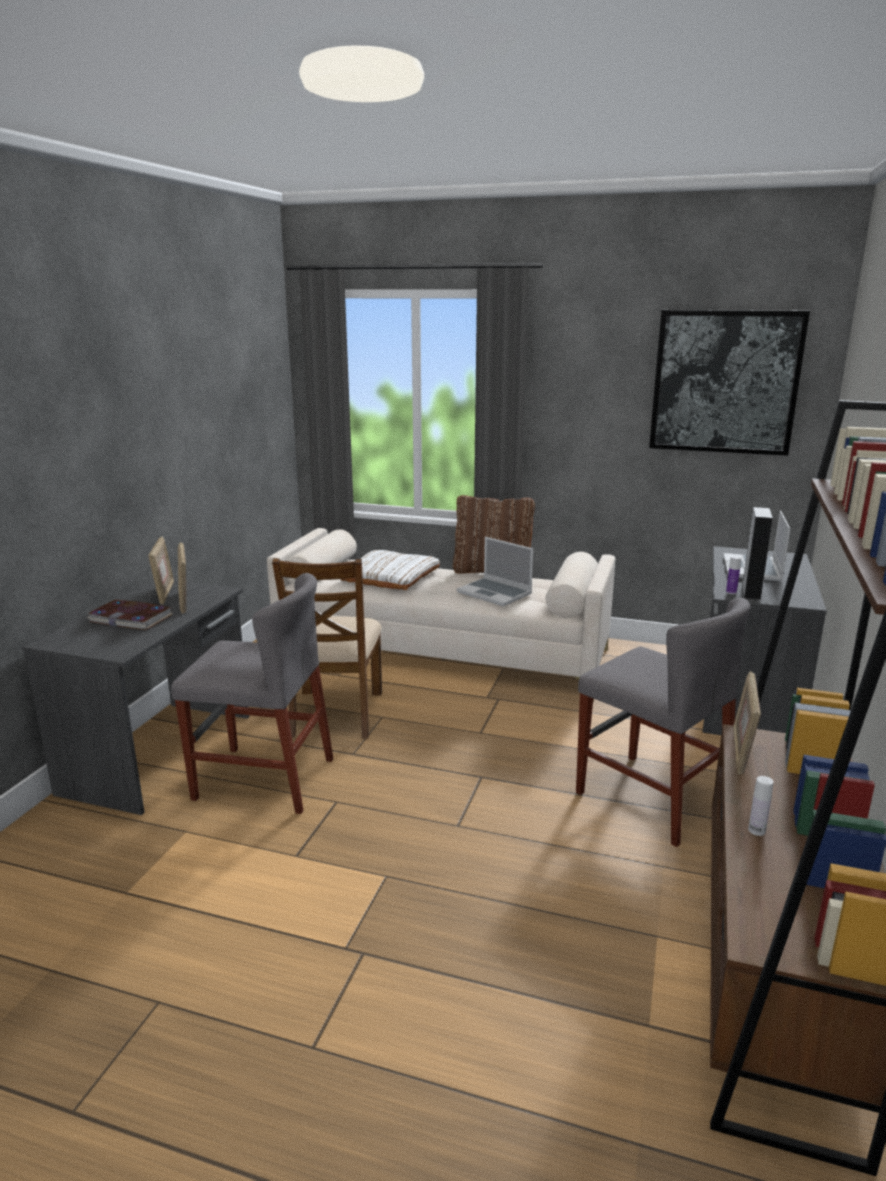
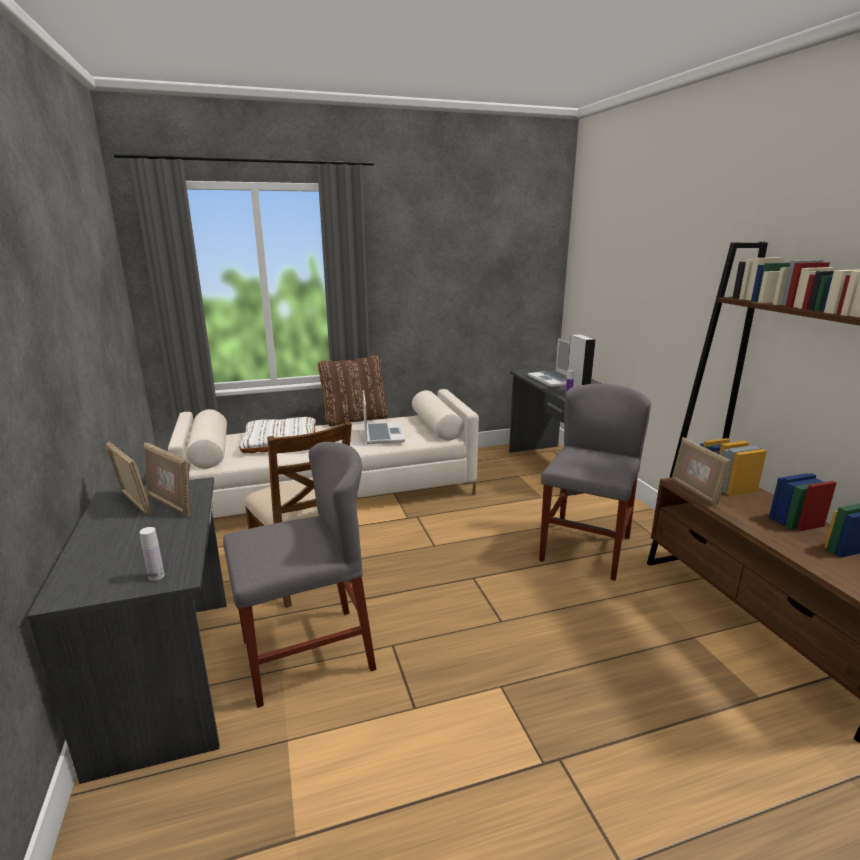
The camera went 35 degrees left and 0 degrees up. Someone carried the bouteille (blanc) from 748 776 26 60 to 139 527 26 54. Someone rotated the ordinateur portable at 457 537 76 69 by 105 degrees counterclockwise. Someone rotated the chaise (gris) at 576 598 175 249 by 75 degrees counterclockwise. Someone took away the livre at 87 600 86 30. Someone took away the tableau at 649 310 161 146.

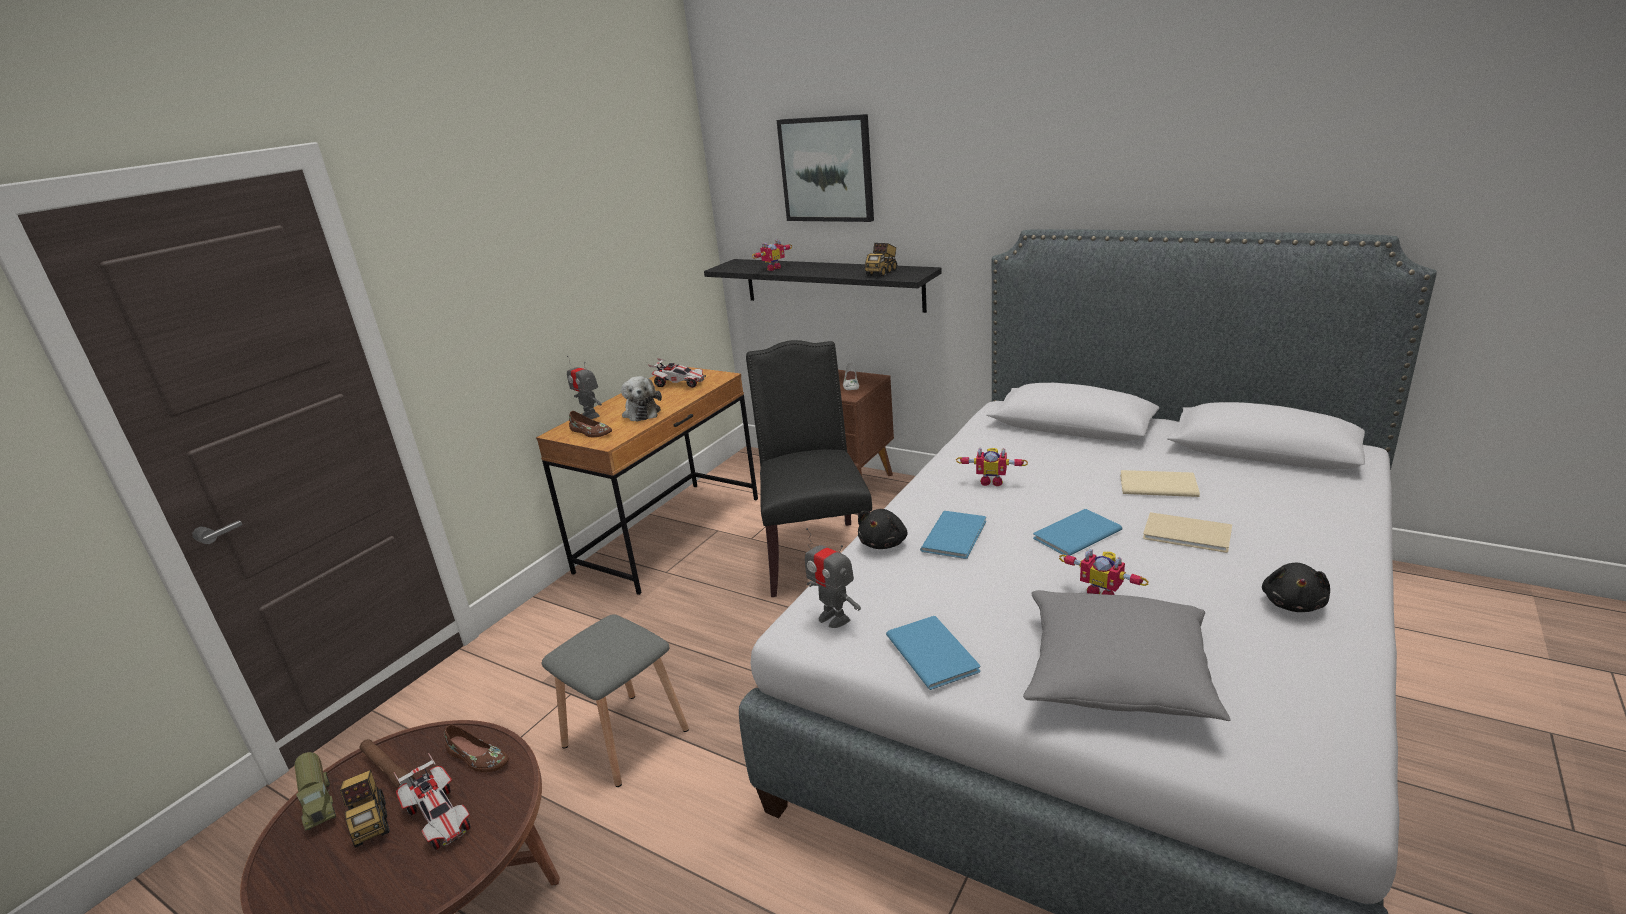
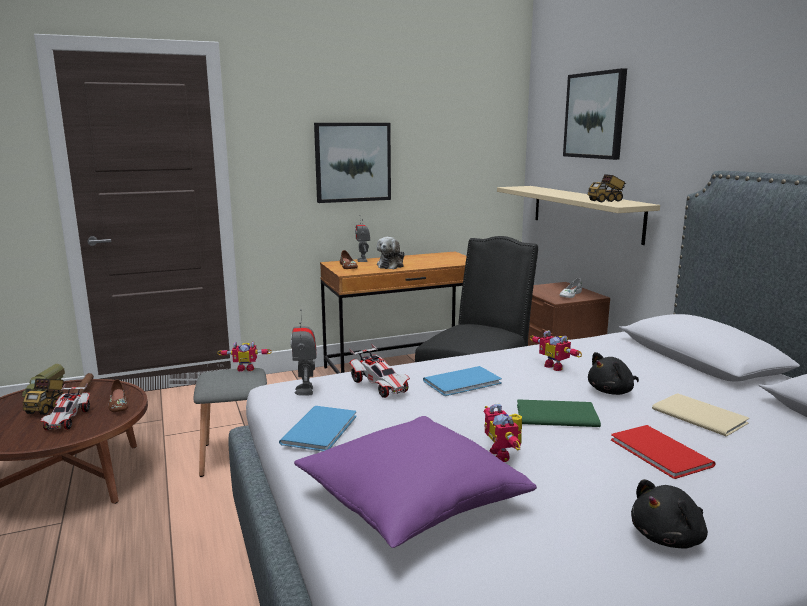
The camera went 35 degrees right and 10 degrees down. Someone carried the robot jouet from 752 239 40 32 to 217 342 55 29. Someone repainted the coussin (gris) at 1023 590 208 131, which became the coussin (violet) at 294 416 243 132. Someone put up the tableau at 314 123 77 80. Someone carried the petite voiture from 649 358 57 30 to 349 344 61 54. Someone repainted the étagère (noir) at 704 259 238 54, which became the étagère (beige) at 497 186 163 59. Someone repainted the livre (bleu) at 1033 509 90 47, which became the livre (vert) at 517 399 84 28. Someone carried the peluche (noir) from 858 509 50 40 to 588 352 51 43. Someone repainted the livre (beige) at 1143 512 89 41, which became the livre (rouge) at 611 425 105 54.

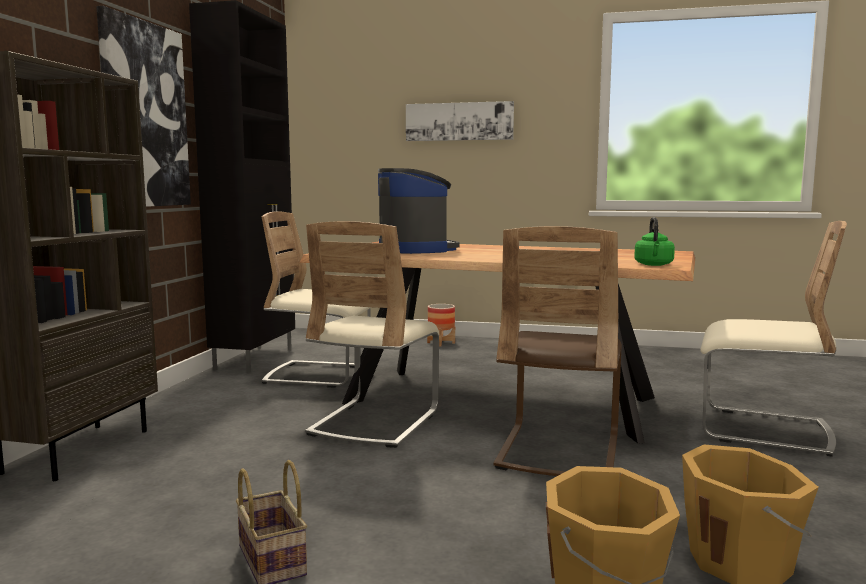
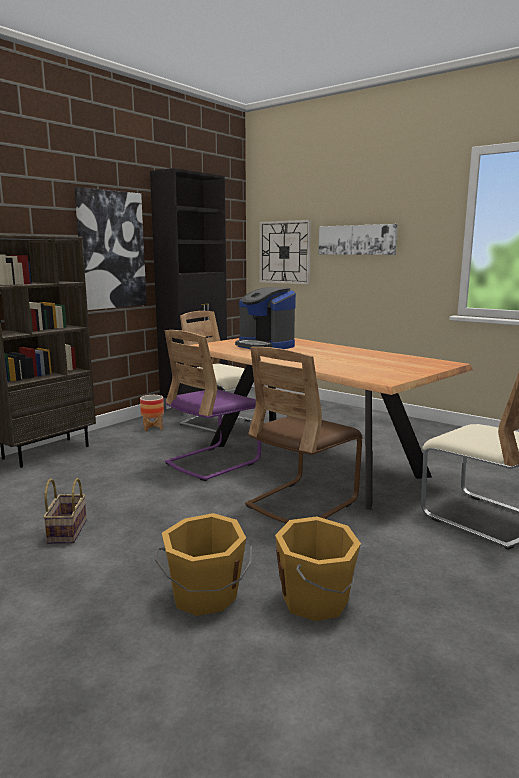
The camera went 25 degrees right and 5 degrees up. Someone carried the cache-pot from 427 304 28 42 to 140 395 24 36. Someone repainted the chaise (beige) at 305 221 134 227, which became the chaise (violet) at 165 330 96 151. Someone rotated the machine à café at 378 168 82 86 by 135 degrees clockwise. Someone put up the horloge murale at 260 220 51 64. Someone took away the bouilloire (vert) at 634 217 41 49.

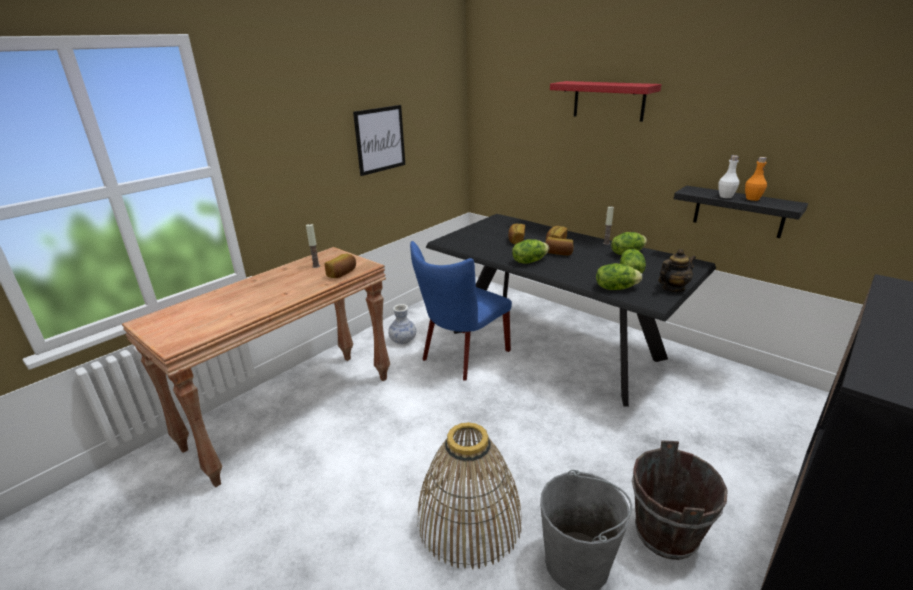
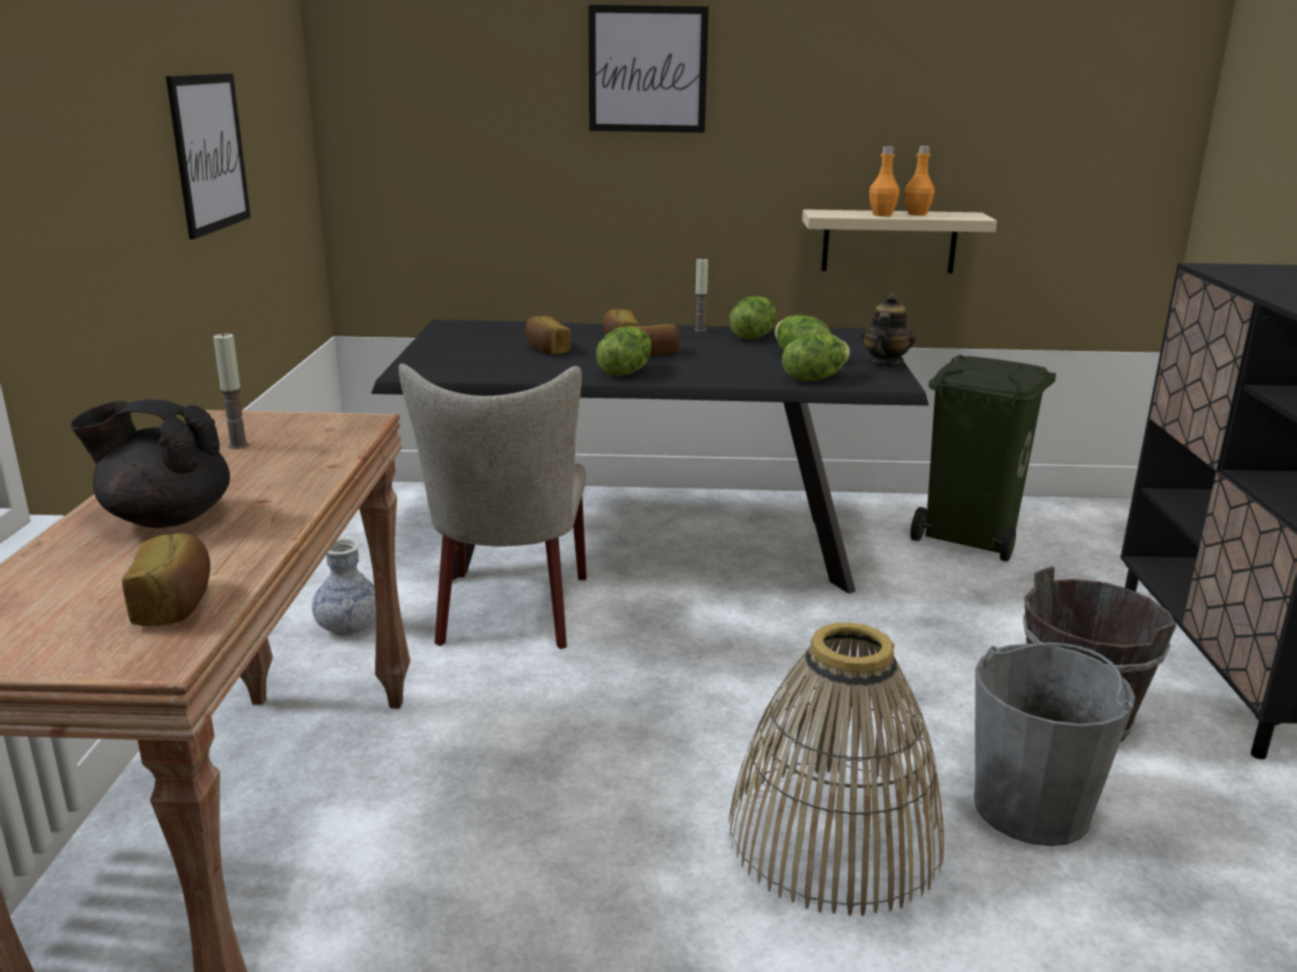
The camera went 40 degrees left and 5 degrees down. Someone put down the théière (noir) at 70 399 160 129. Someone carried the pain from 324 253 32 25 to 122 533 88 93. Someone repainted the chaise (bleu) at 410 241 102 140, which became the chaise (beige) at 399 364 188 285. Someone swapped the étagère (rouge) at 550 81 111 41 for the tableau at 588 5 121 128. Someone repainted the étagère (noir) at 674 185 134 53, which became the étagère (beige) at 802 210 195 63. Someone repainted the bouteille (blanc) at 718 155 21 43, which became the bouteille (orange) at 869 146 31 70. Someone put down the poubelle (vert) at 910 355 146 207.

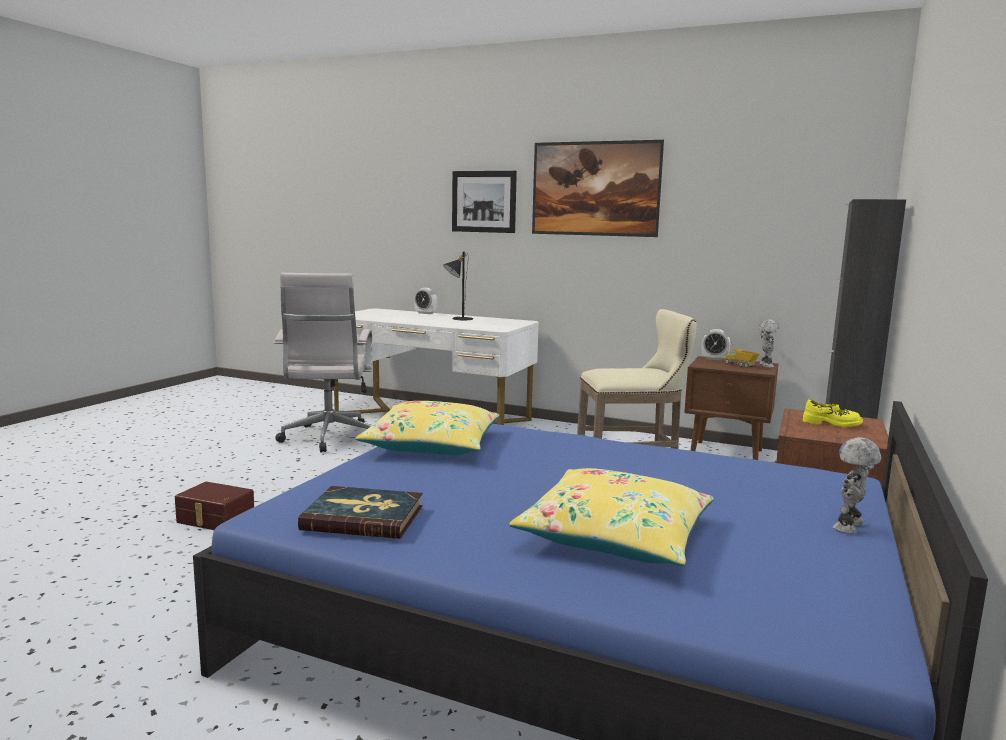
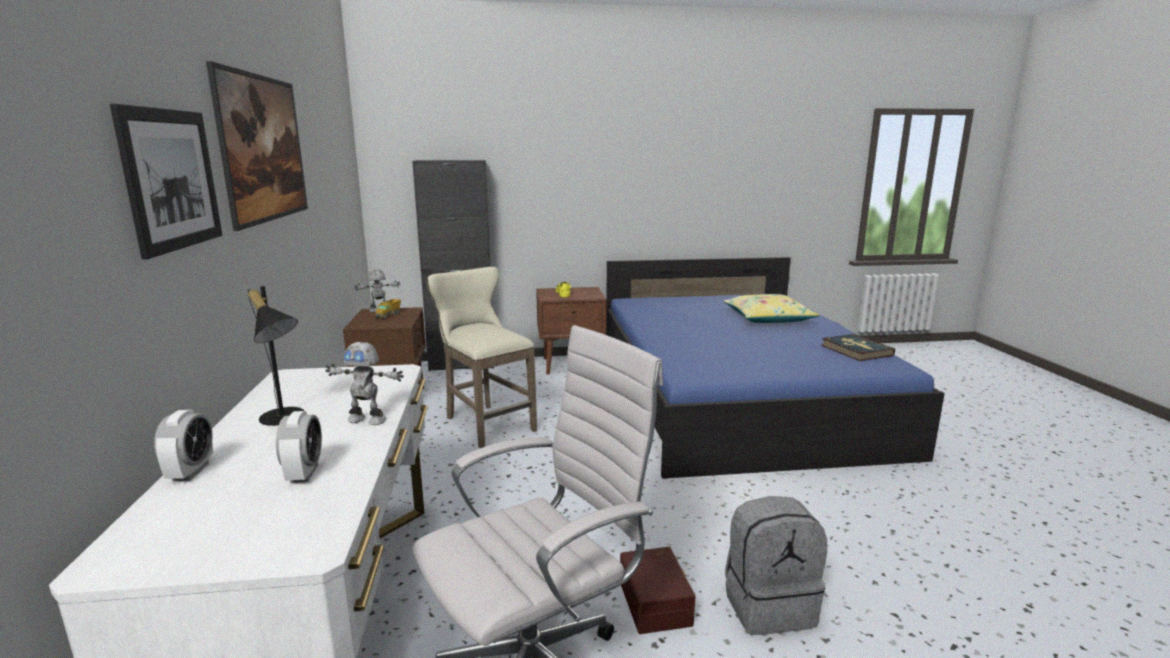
The camera went 120 degrees left and 5 degrees up. Someone carried the réveil from 702 329 28 32 to 276 411 46 72. Someone carried the robot jouet from 833 437 48 97 to 325 342 79 83. Someone carried the boîte de rangement (marron) from 175 482 79 48 to 620 547 75 87. Someone put down the sac à dos (gris) at 725 496 102 139. Someone took away the coussin (jaune) at 356 401 144 54.

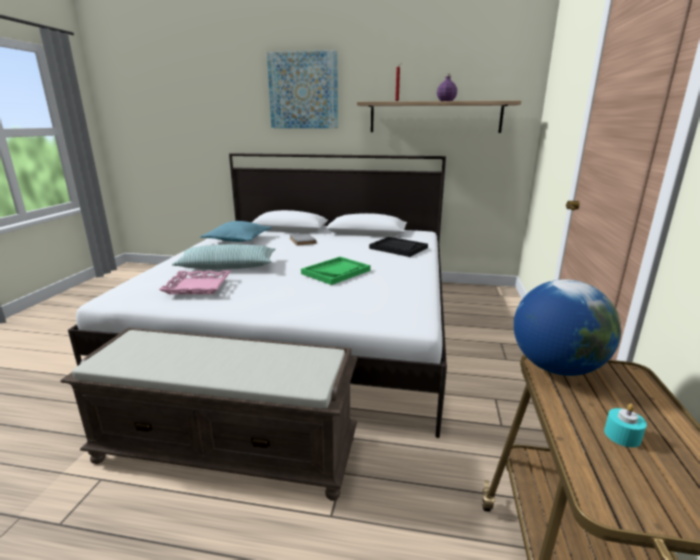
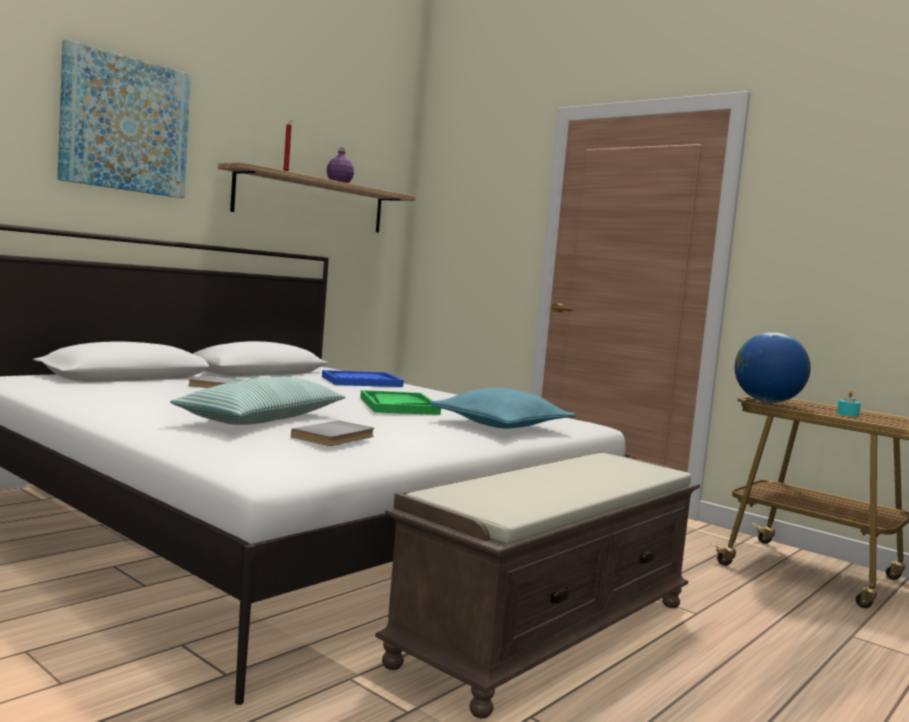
The camera went 60 degrees left and 15 degrees down. Someone swapped the plateau (rose) at 159 271 72 23 for the livre (gris) at 291 420 83 26. Someone repainted the plateau (noir) at 369 237 59 20, which became the plateau (bleu) at 322 370 82 17. Someone carried the coussin (turquoise) from 200 221 72 21 to 429 388 147 40.

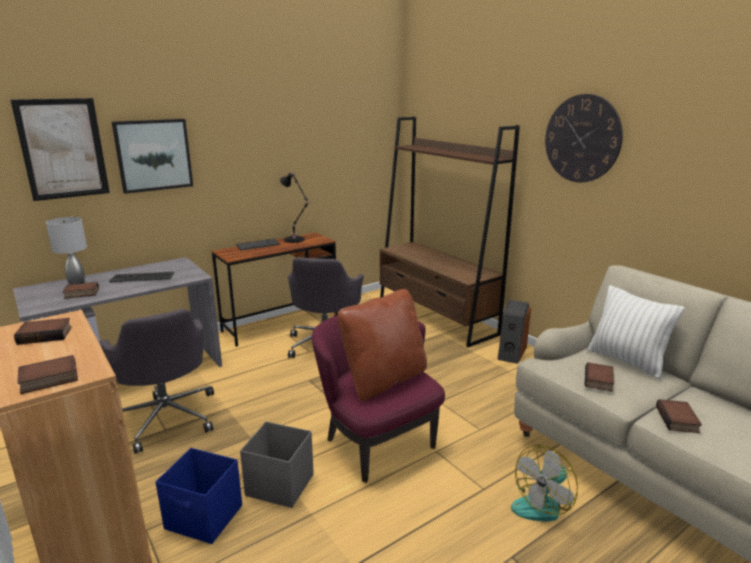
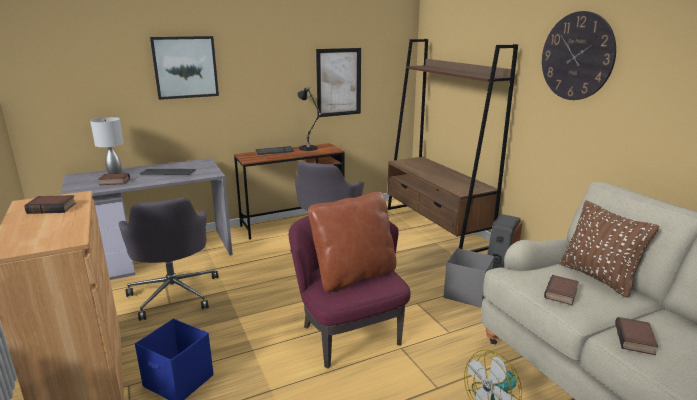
The camera went 10 degrees right and 0 degrees up. Someone carried the tableau from 11 98 99 103 to 316 48 45 69. Someone carried the boîte de rangement (gris) from 240 422 74 86 to 444 248 50 60. Someone repainted the coussin (blanc) at 587 285 98 94, which became the coussin (marron) at 559 200 100 98. Someone took away the livre at 17 355 61 39.

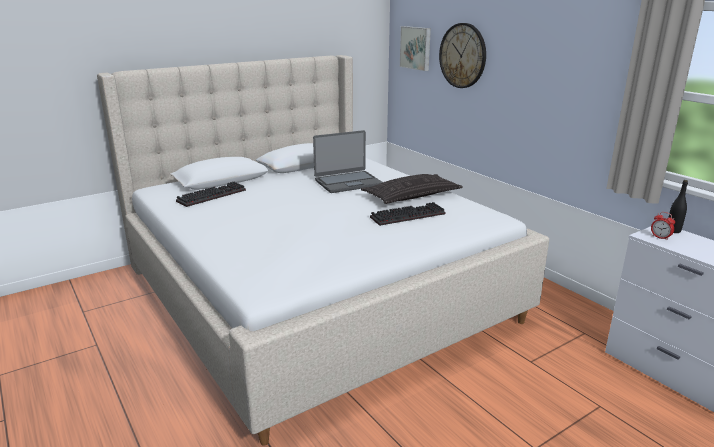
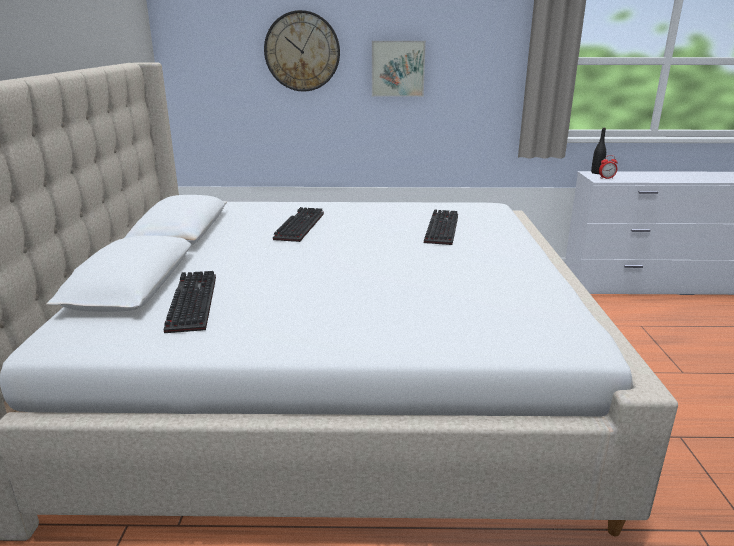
The camera went 55 degrees left and 0 degrees up. Someone swapped the ordinateur portable at 313 130 70 63 for the clavier at 273 207 51 35. Someone carried the tableau from 400 26 31 45 to 372 41 54 56. Someone took away the coussin at 361 174 102 30.

